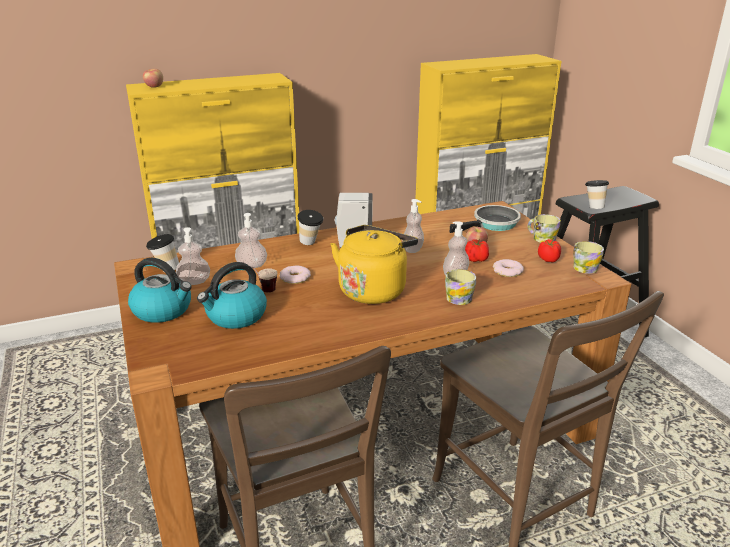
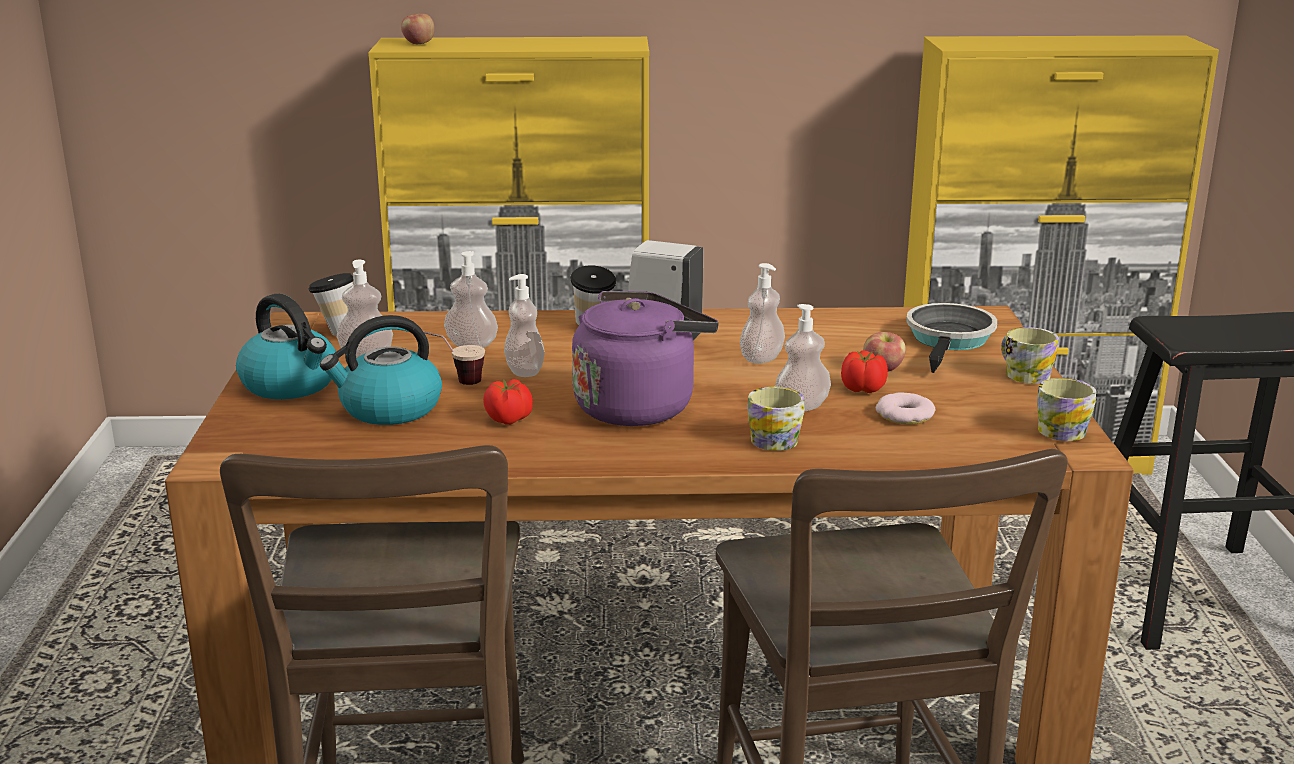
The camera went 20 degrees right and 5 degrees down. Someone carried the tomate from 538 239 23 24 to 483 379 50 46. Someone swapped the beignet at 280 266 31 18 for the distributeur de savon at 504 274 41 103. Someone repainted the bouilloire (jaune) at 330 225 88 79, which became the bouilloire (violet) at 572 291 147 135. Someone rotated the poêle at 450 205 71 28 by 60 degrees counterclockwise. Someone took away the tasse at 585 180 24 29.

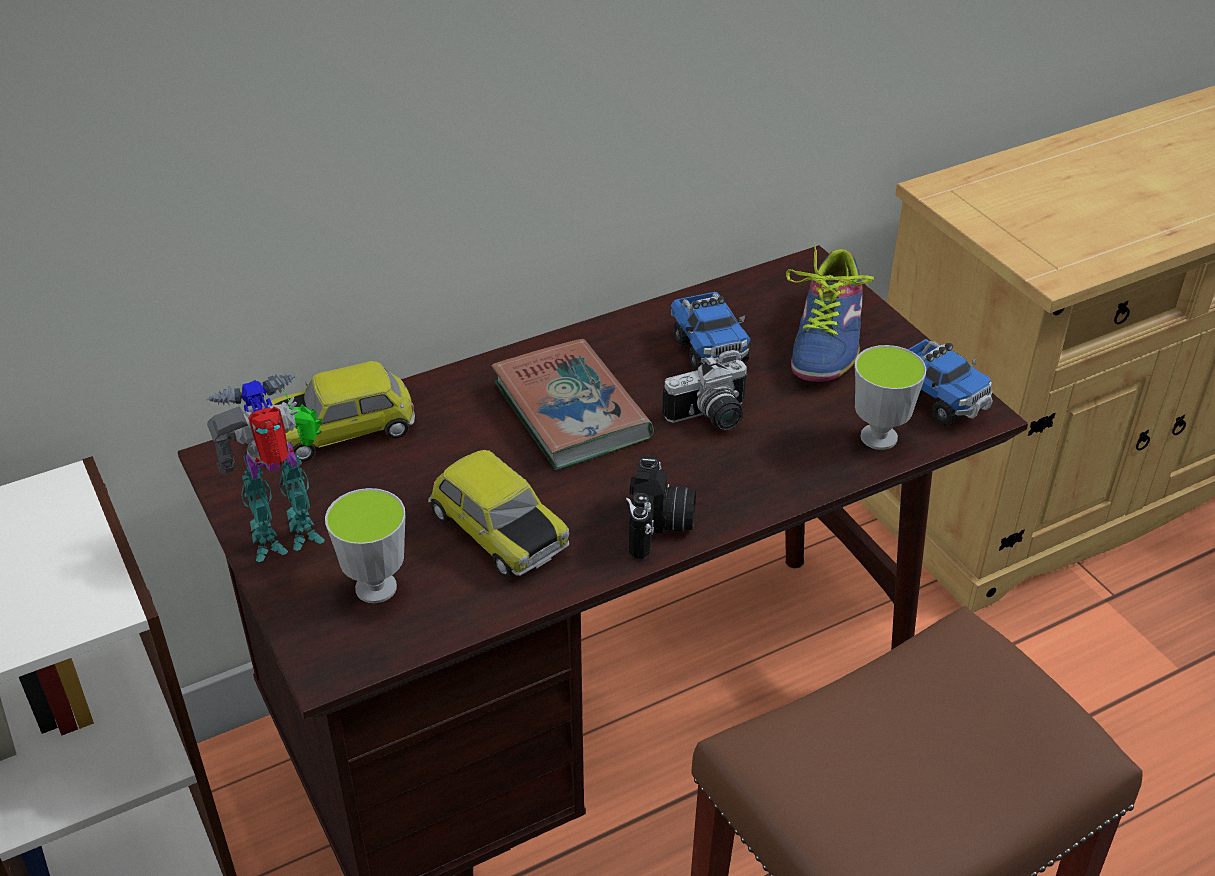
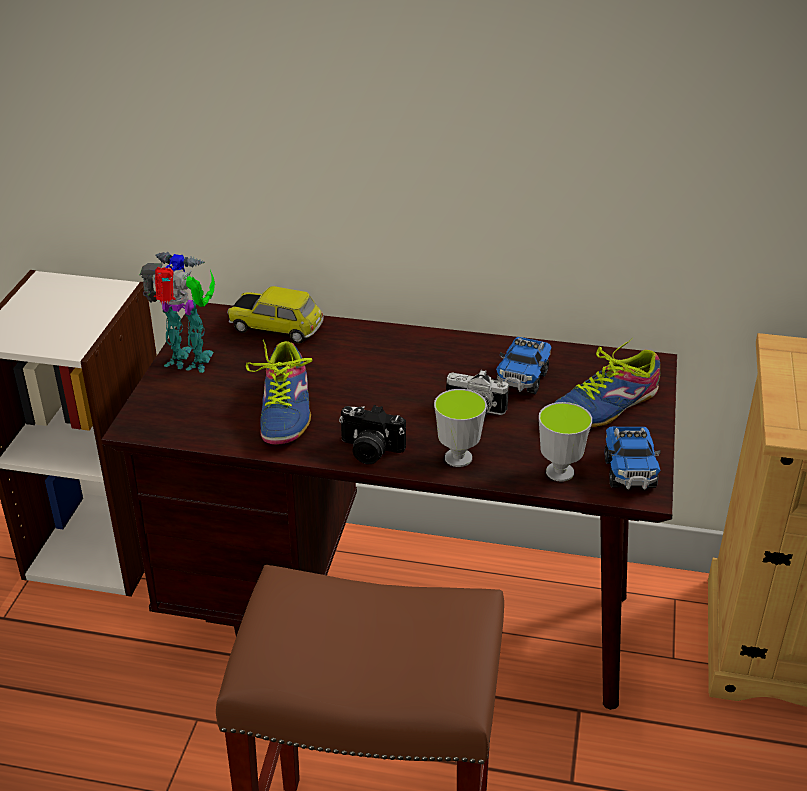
The camera went 40 degrees right and 5 degrees down. Someone swapped the petite voiture at 428 450 141 128 for the chaussure at 246 340 66 105. Someone rotated the appareil photo at 626 455 70 104 by 60 degrees clockwise. Someone carried the tasse from 325 488 80 115 to 434 389 53 78. Someone took away the livre at 492 339 162 131.

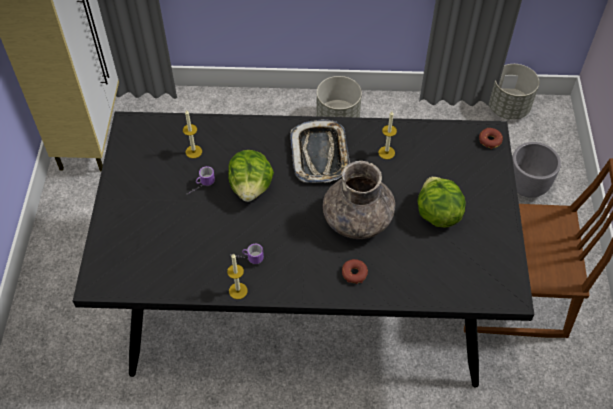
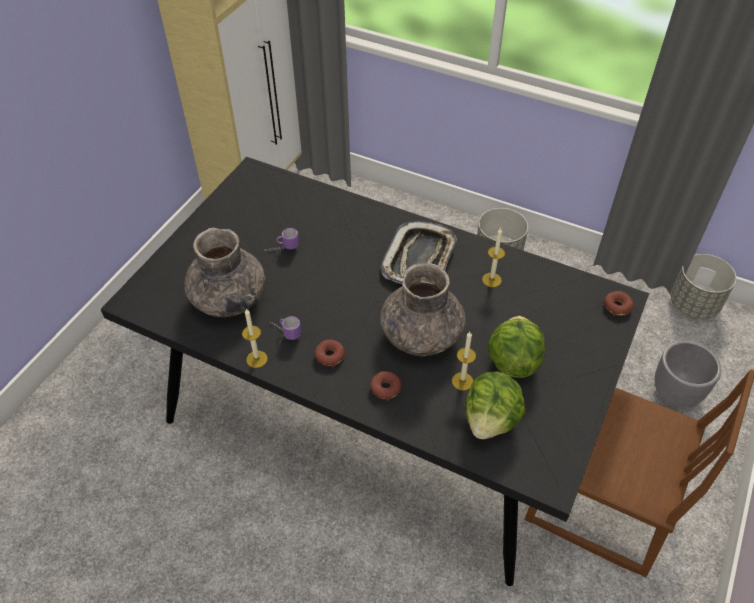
The camera went 25 degrees right and 5 degrees down. Someone put down the vase (gris) at 184 228 81 89. Someone put down the beignet at 315 340 30 27. Someone carried the bougie from 183 110 19 48 to 452 332 24 59. Someone carried the laitue from 228 150 46 52 to 465 372 60 67.

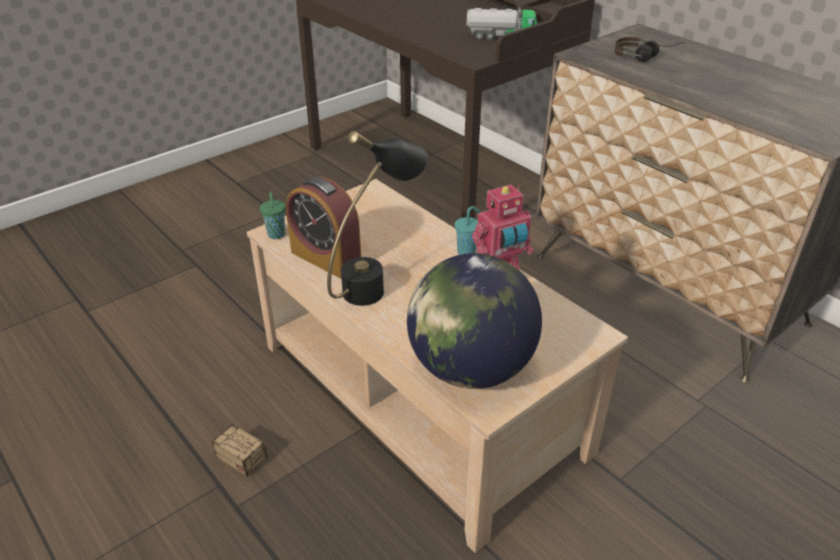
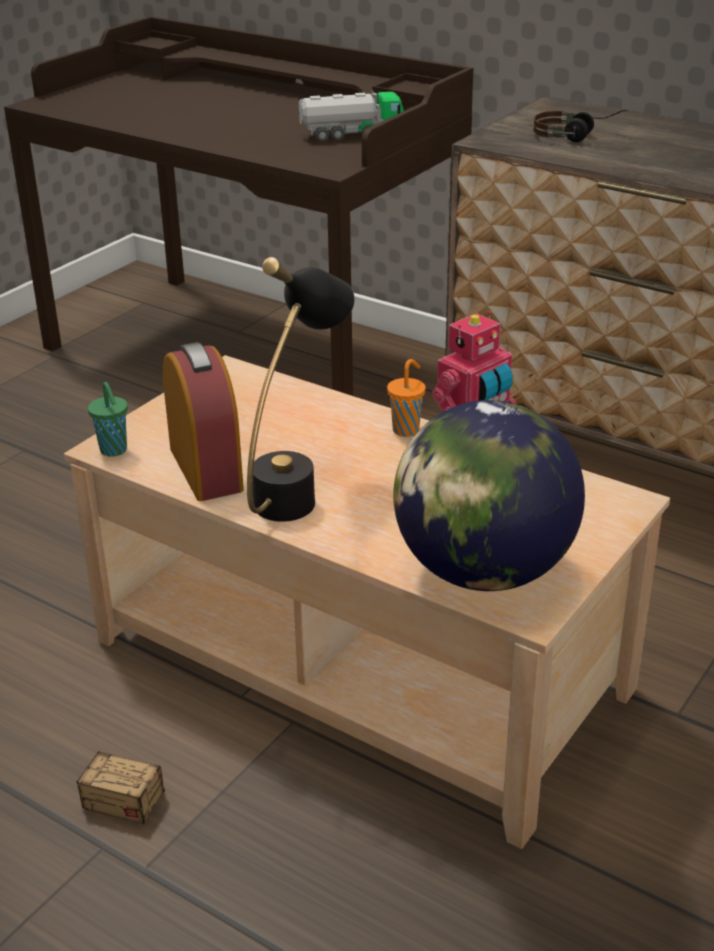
The camera went 15 degrees left and 5 degrees down. Someone rotated the réveil at 286 177 75 101 by 135 degrees counterclockwise. Someone repainted the tasse (turquoise) at 455 206 25 49, which became the tasse (orange) at 387 359 39 78.

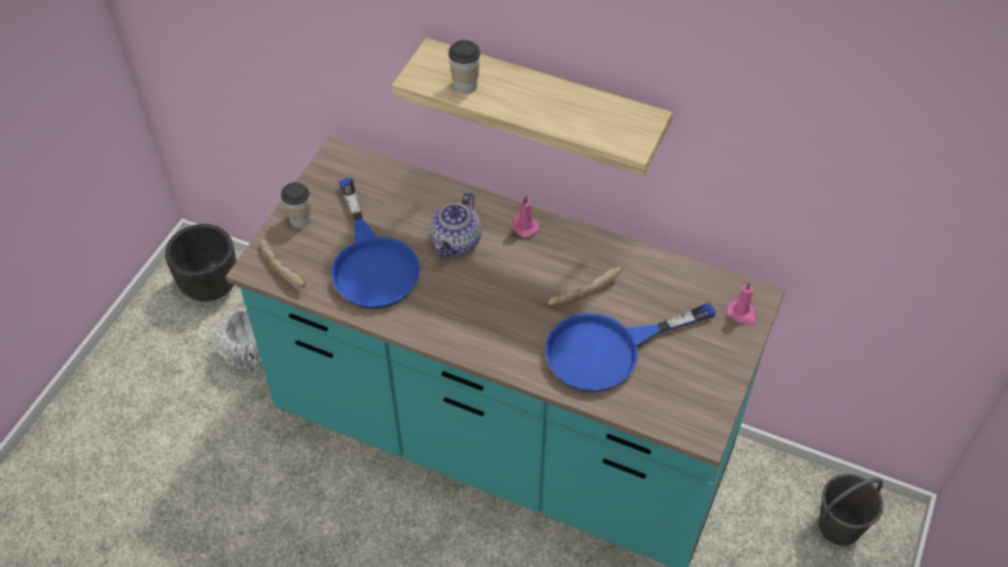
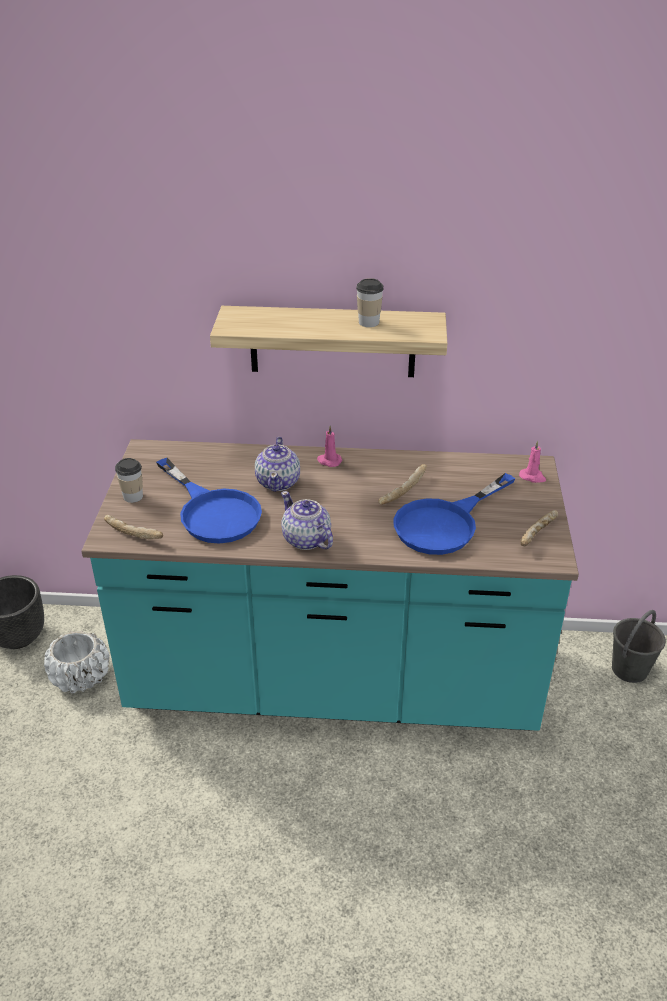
The camera went 20 degrees left and 15 degrees down. Someone put down the théière at 281 491 52 59. Someone carried the tasse from 448 40 32 54 to 356 278 28 49. Someone put down the pain at 520 510 38 36.

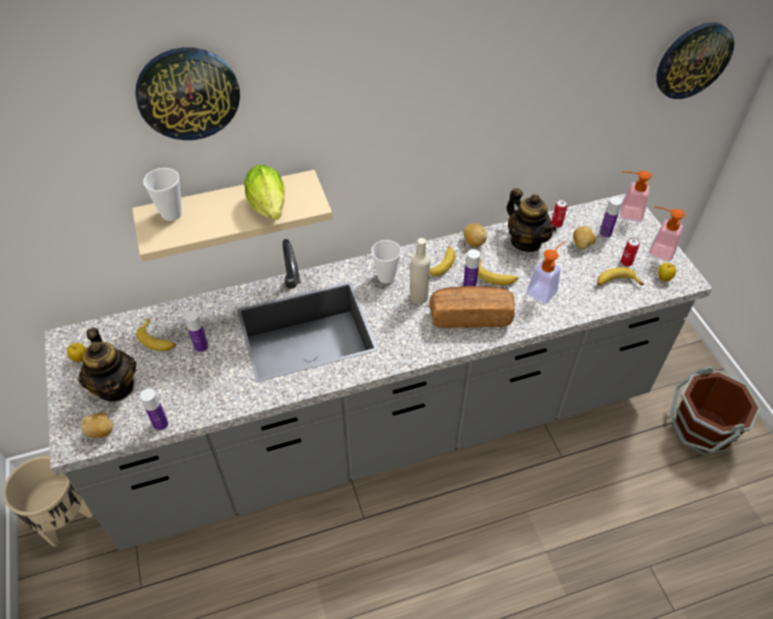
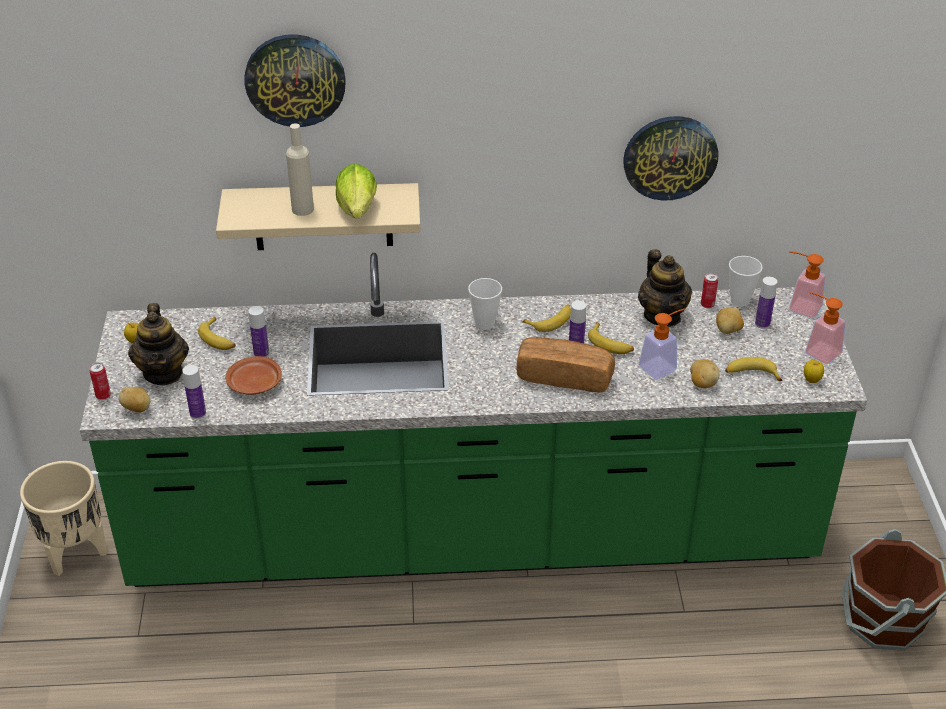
The camera went 15 degrees right and 10 degrees down. Someone repainted the comptoir de cuisine (gris) at 45 193 668 357, which became the comptoir de cuisine (vert) at 80 253 787 334. Someone carried the boîte métallique from 621 237 19 29 to 89 363 22 37. Someone put down the assiette (marron) at 225 356 57 39. Someone carried the bouteille (beige) from 410 238 20 66 to 286 123 28 93. Someone carried the horloge murale from 656 22 78 77 to 623 116 95 85. Someone carried the pomme de terre from 463 224 24 23 to 690 359 30 29. Someone carried the tasse from 143 168 39 53 to 729 256 34 51.

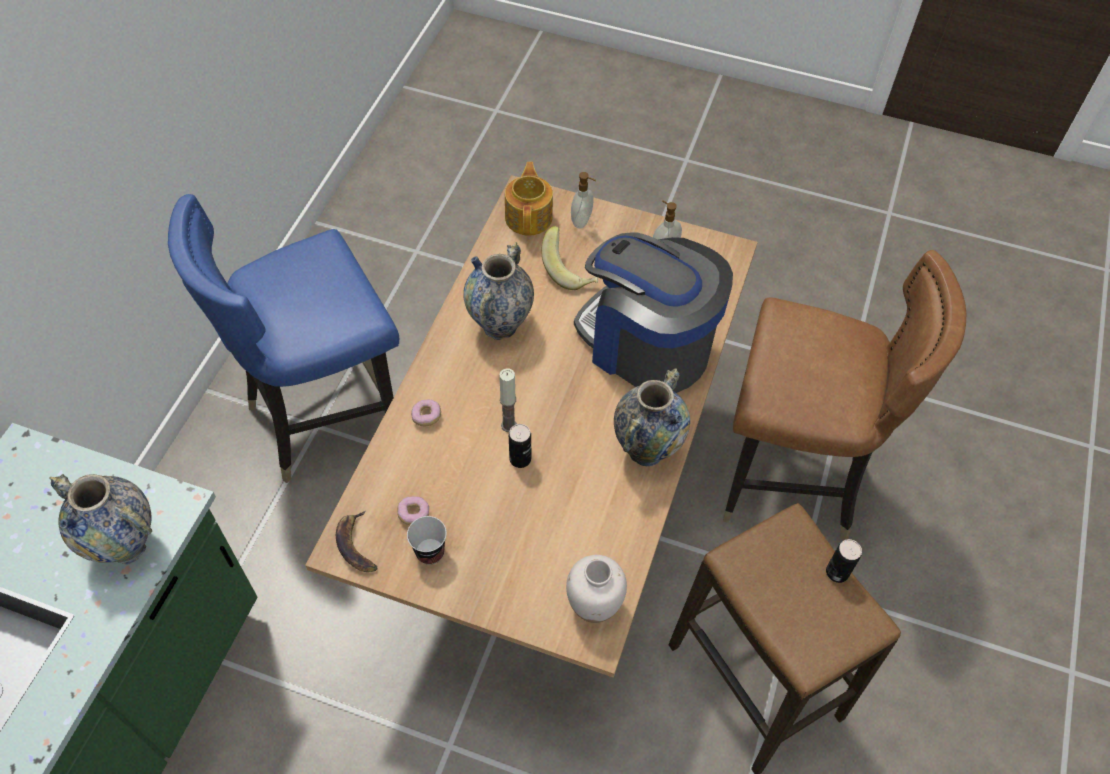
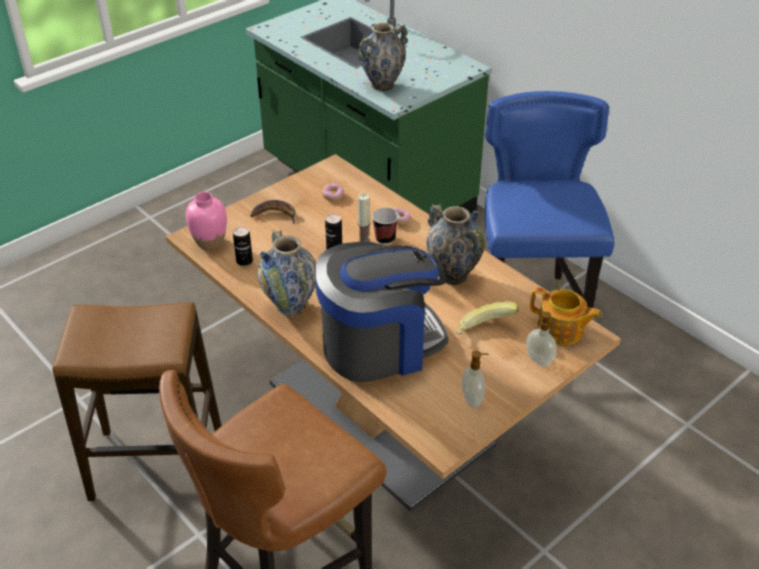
The camera went 120 degrees right and 15 degrees down. Someone repainted the vase (blanc) at 566 555 61 68, which became the vase (rose) at 186 192 41 58. Someone carried the boîte métallique from 826 539 36 44 to 233 226 20 40. Someone carried the banane from 336 510 42 62 to 250 200 45 24. Someone carried the tasse from 407 516 40 49 to 372 208 27 37.

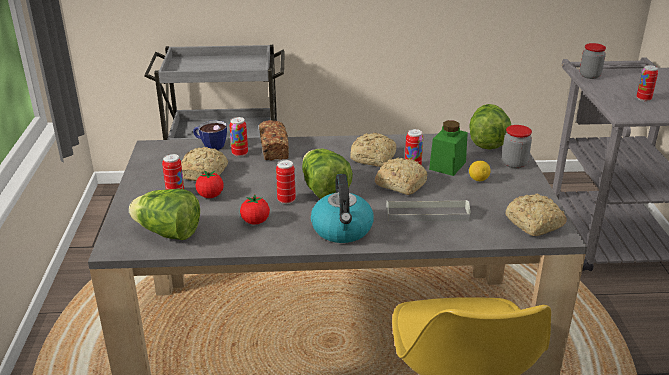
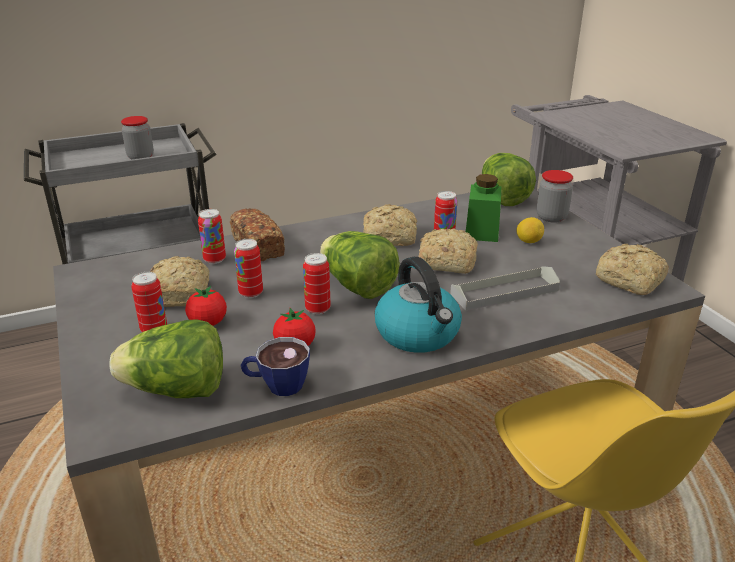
The camera went 20 degrees left and 0 degrees up. Someone carried the bocal from 580 43 26 36 to 121 116 33 43. Someone carried the boîte métallique from 637 65 21 36 to 234 239 29 59. Someone carried the tasse from 193 120 34 30 to 240 337 70 59.

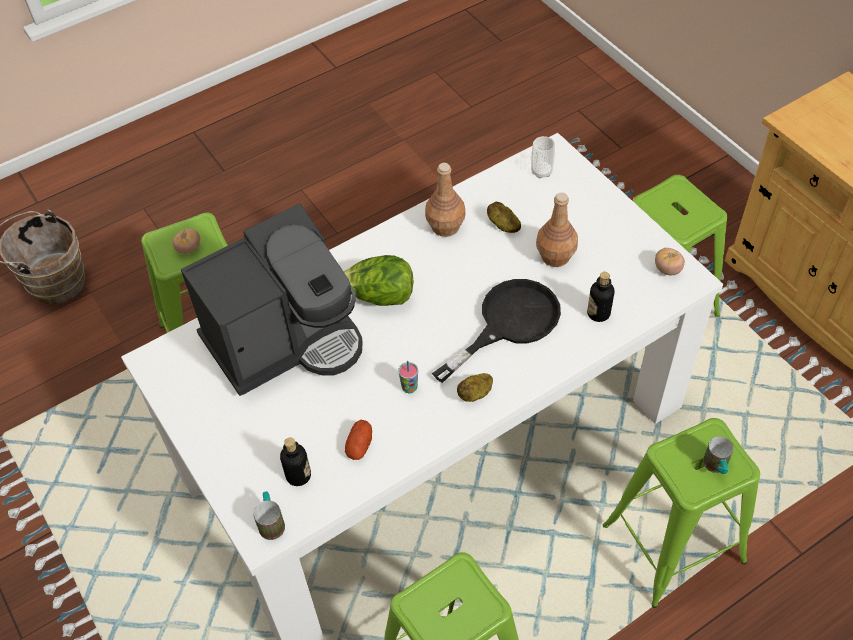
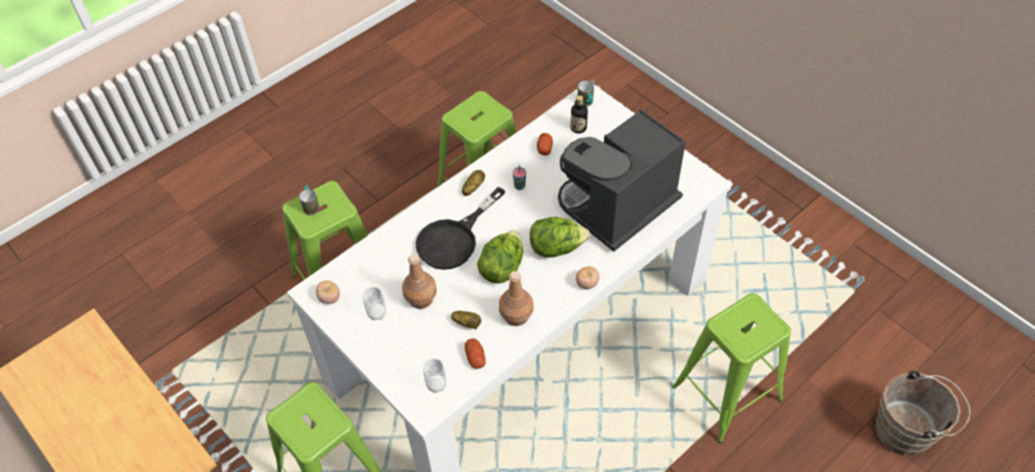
The camera went 170 degrees right and 0 degrees up. Someone put down the tasse at 363 287 23 33. Someone put down the pomme de terre at 465 338 21 31. Someone put down the laitue at 477 230 46 54. Someone carried the tomate from 172 228 28 26 to 576 266 23 23. Someone took away the bouteille at 587 272 28 50.

